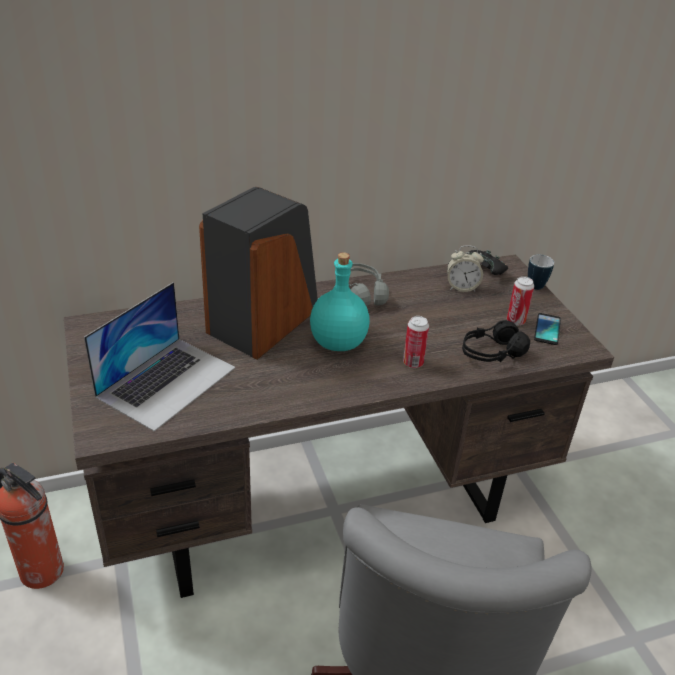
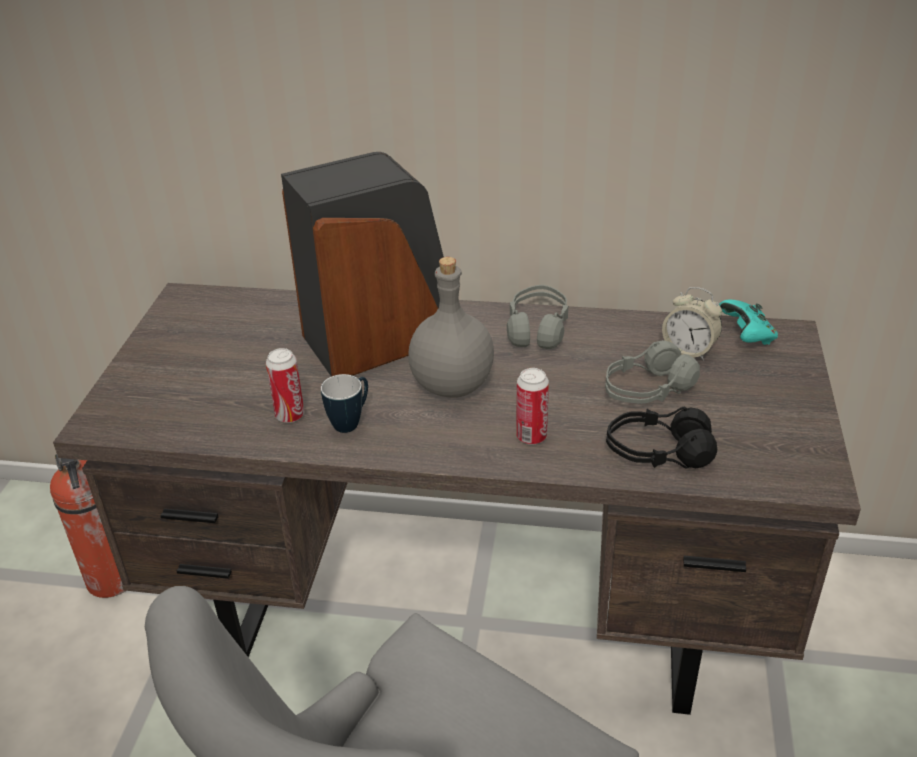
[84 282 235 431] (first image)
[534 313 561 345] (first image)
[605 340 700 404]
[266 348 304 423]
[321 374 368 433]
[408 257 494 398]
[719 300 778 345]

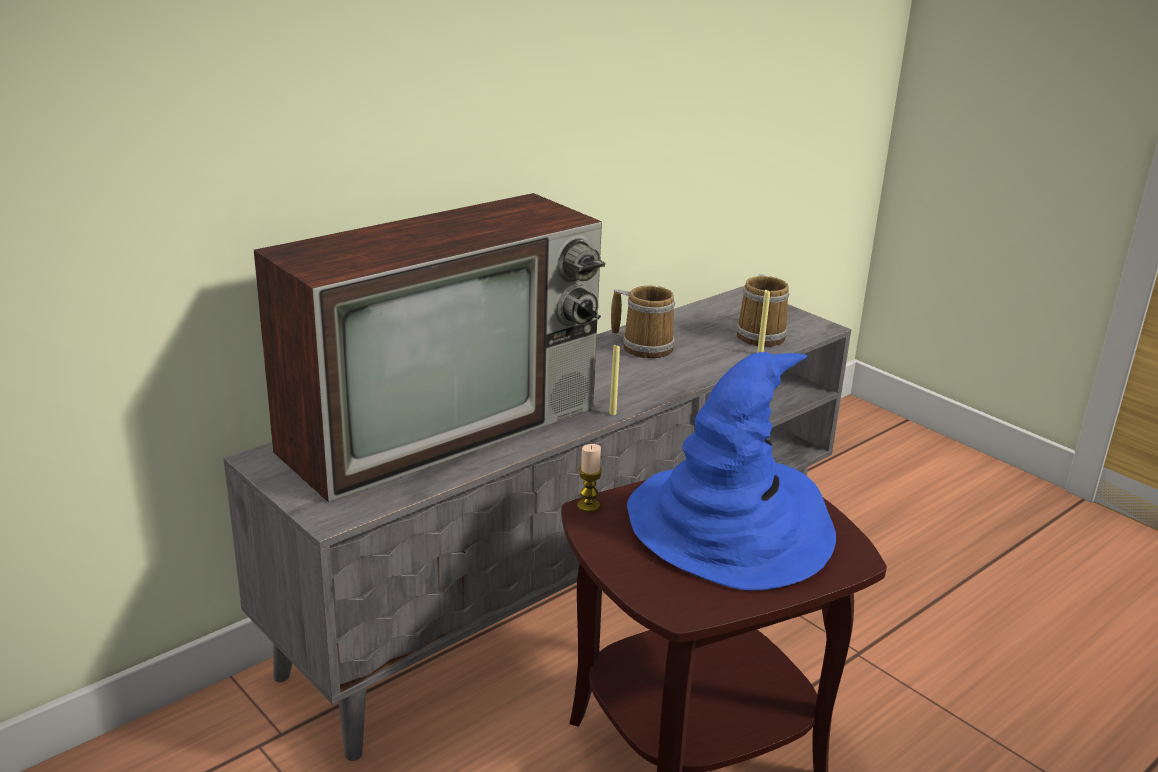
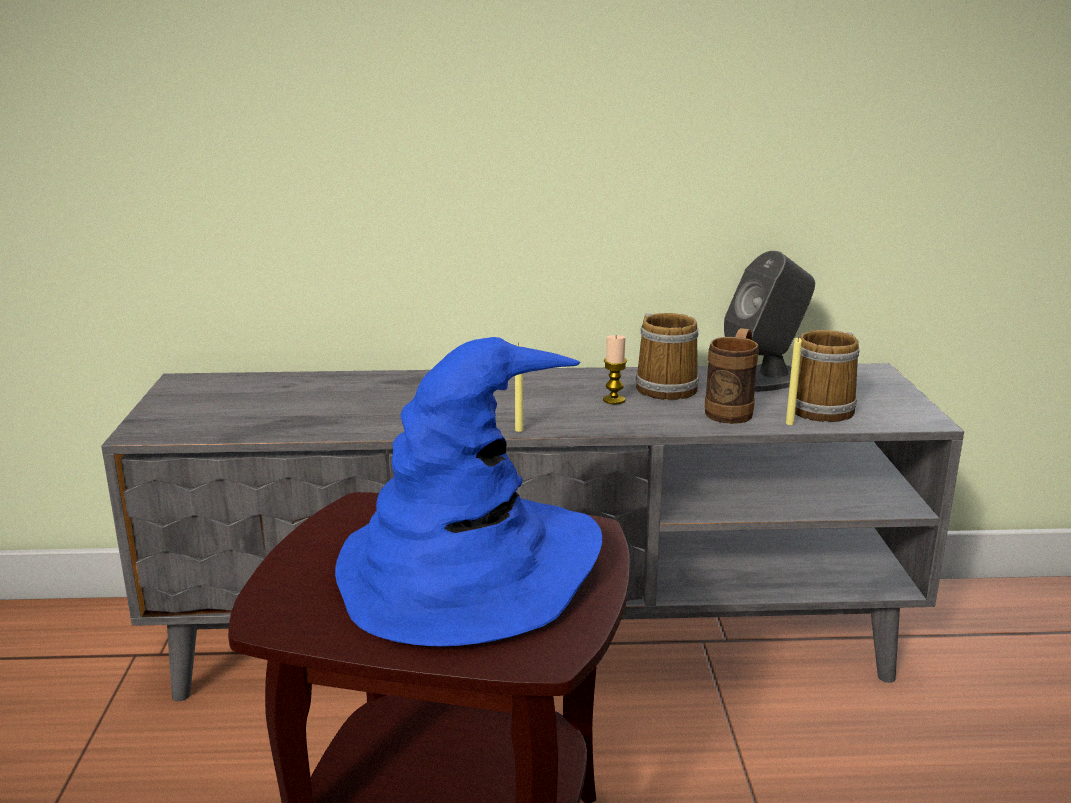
[254 193 605 503] (first image)
[705 328 759 424]
[724 251 815 392]
[603 335 627 404]

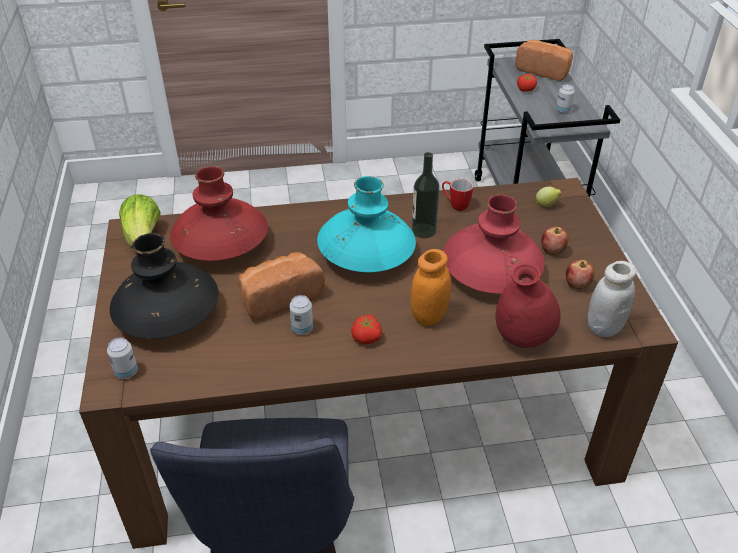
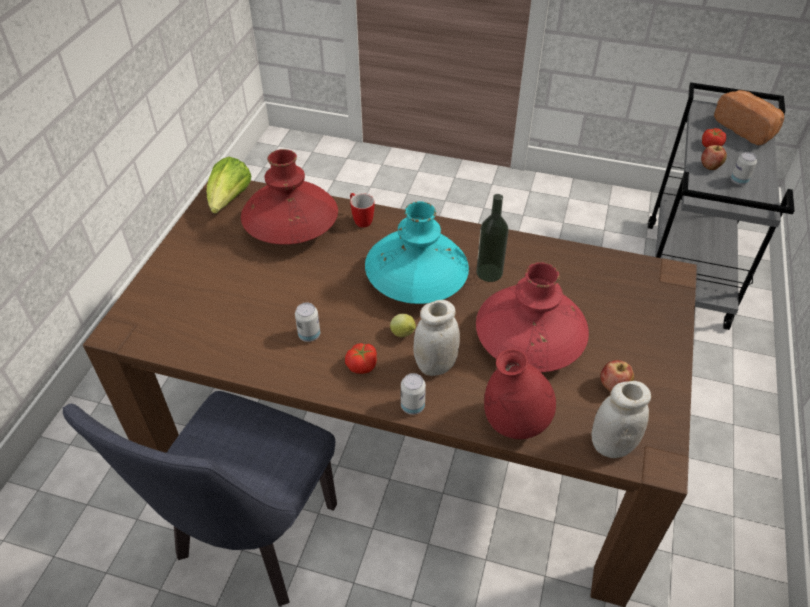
[110 233 218 339] (first image)
[238 252 325 320] (first image)
[401 373 426 415]
[350 193 375 228]
[390 314 416 337]
[701 145 727 170]
[414 300 460 376]

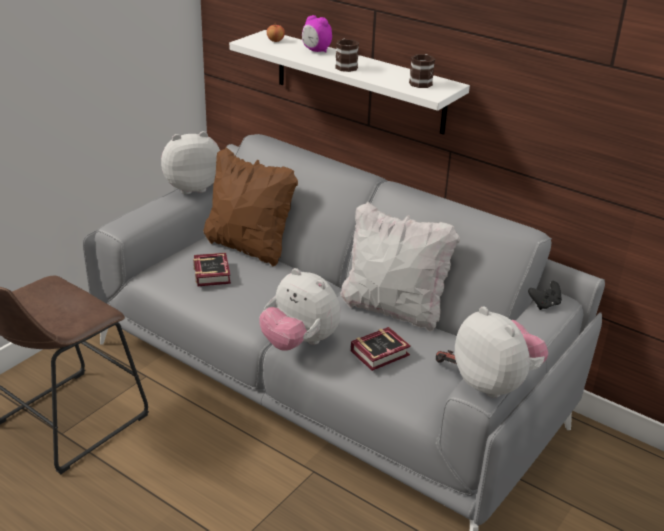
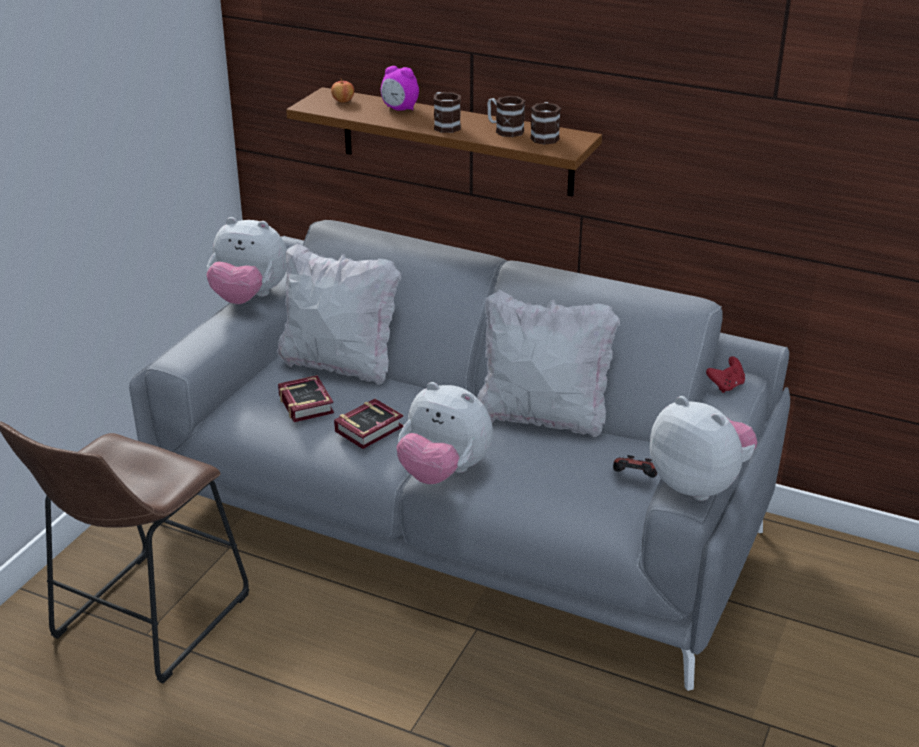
[487 96 525 137]
[334 399 404 449]
[277 242 401 385]
[286 87 602 197]
[706 356 745 393]
[206 217 287 304]

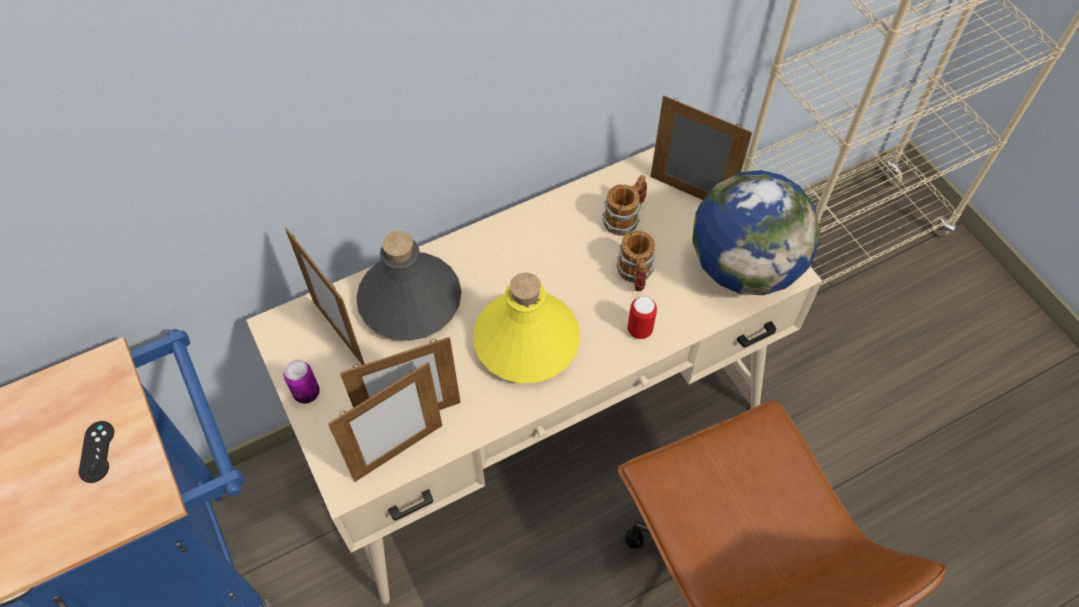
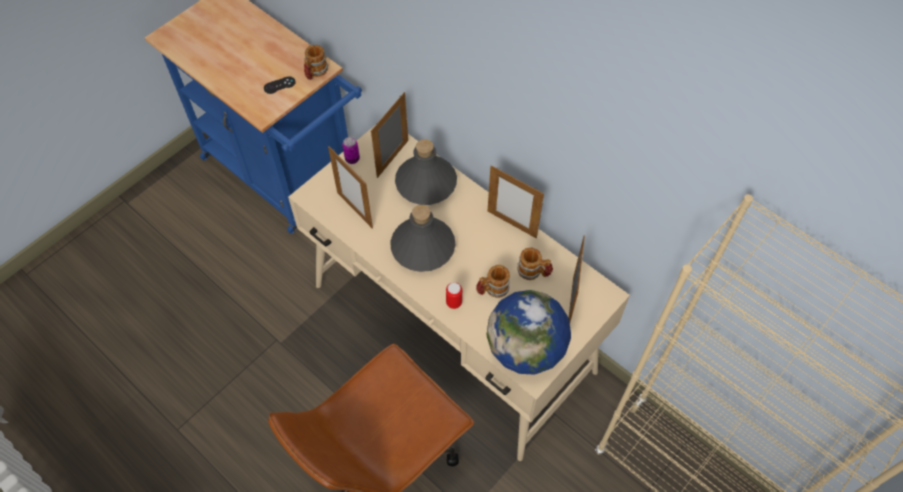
[304 45 328 80]
[488 165 544 238]
[390 205 455 272]

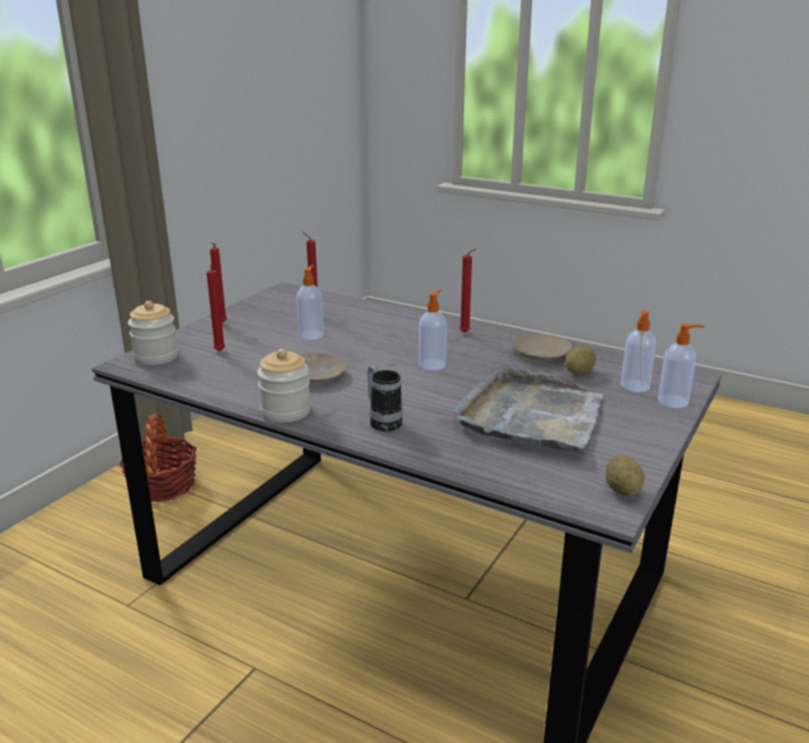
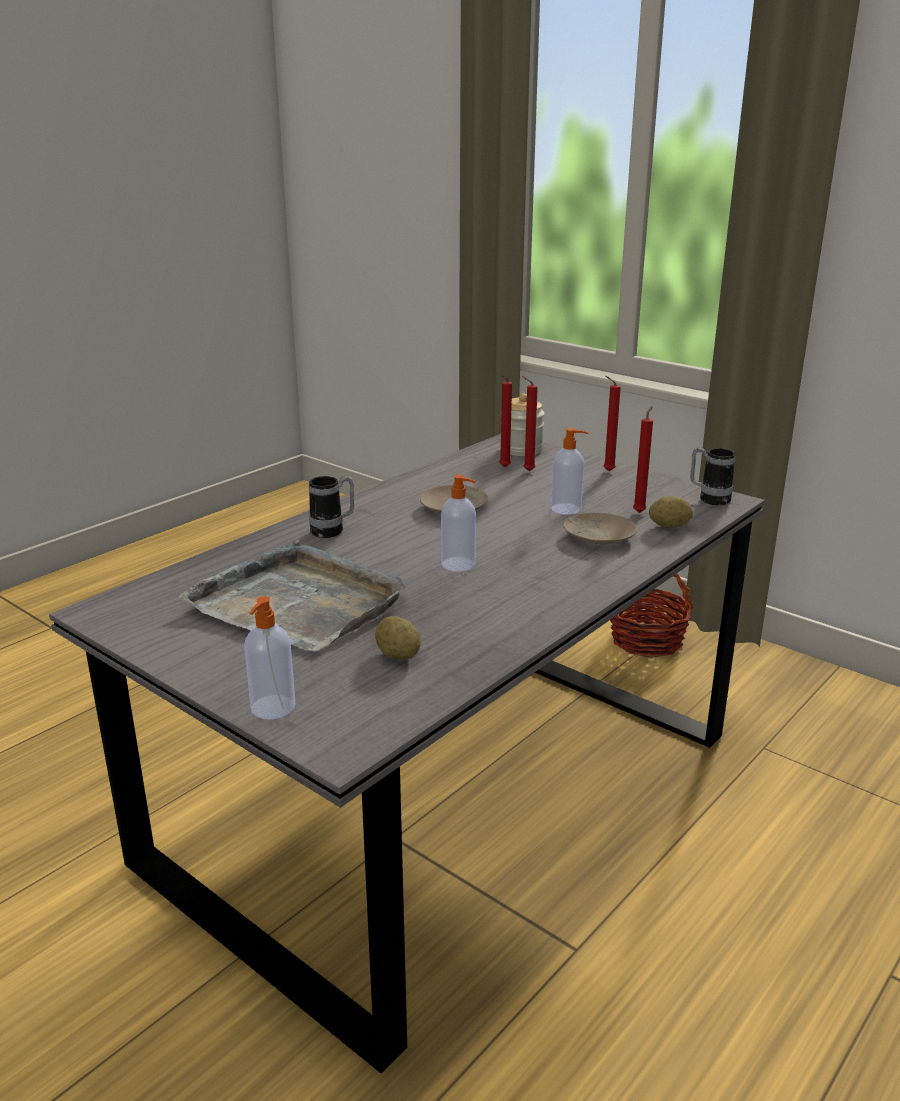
[257 349 311 423] (first image)
[620 310 656 392] (first image)
[690 447 735 505]
[499 375 512 467]
[563 513 637 544]
[649 496 693 528]

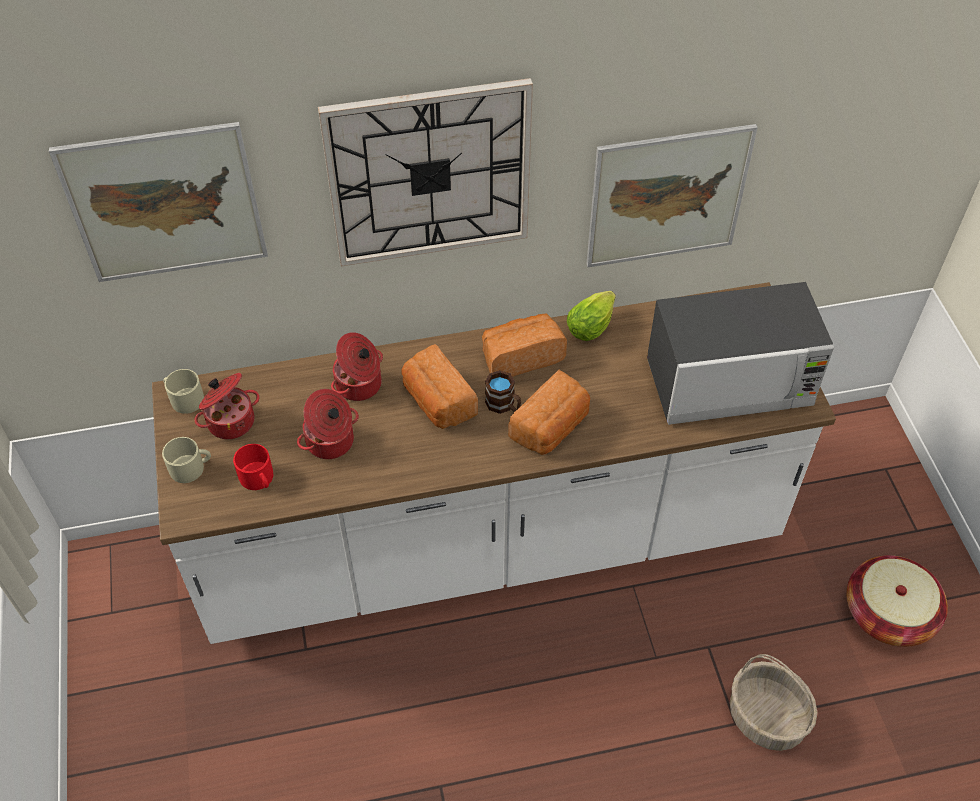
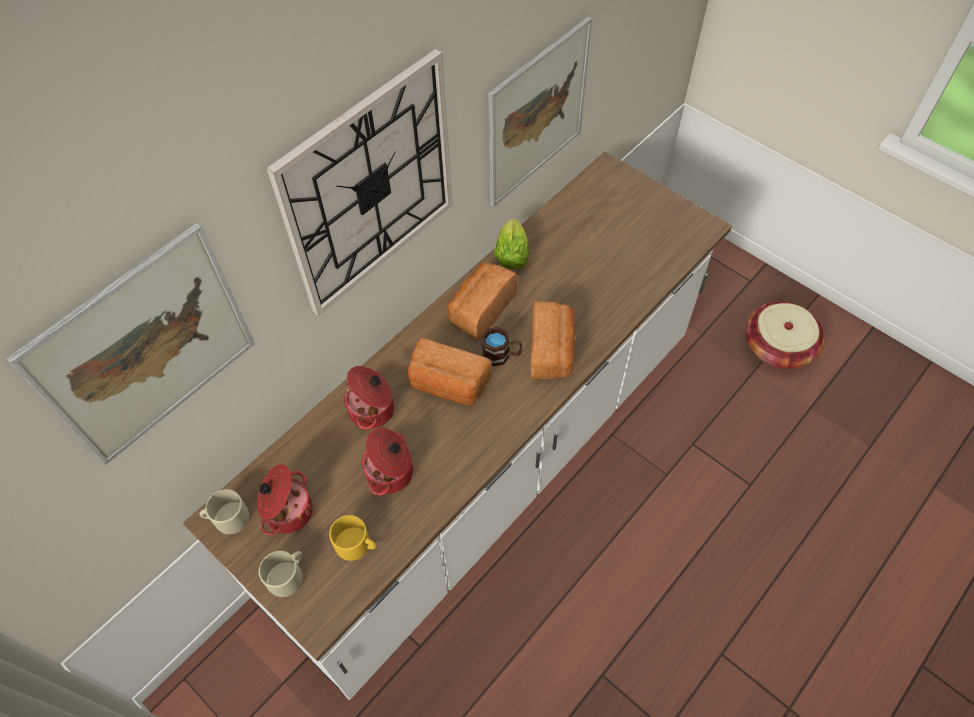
[647 282 834 425] (first image)
[730 654 818 751] (first image)
[329 515 377 561]

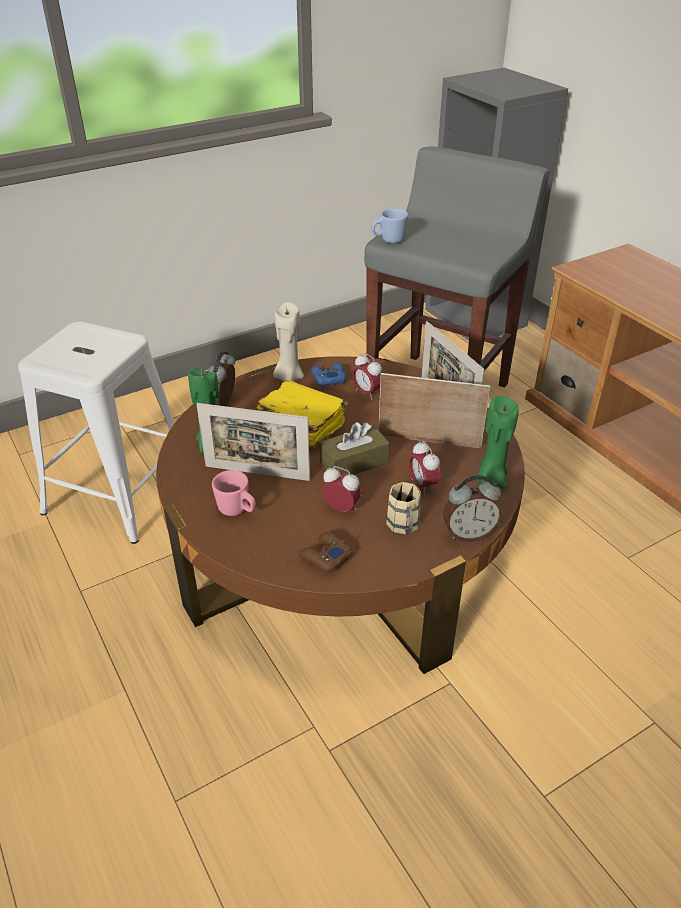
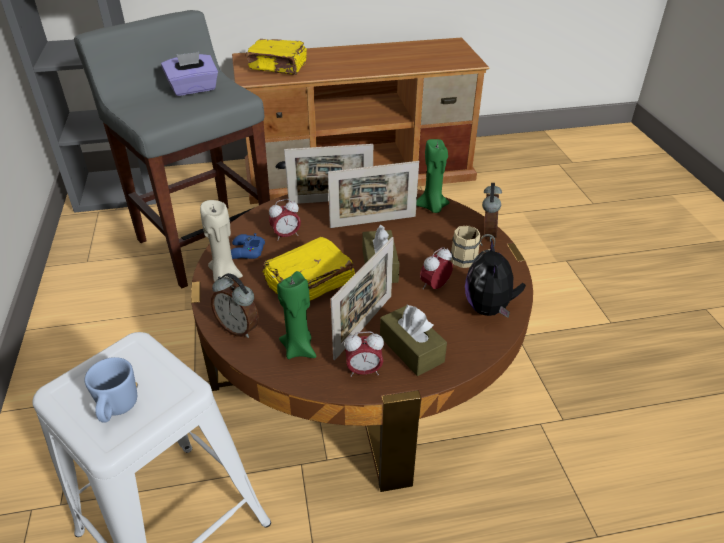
[161 52 218 96]
[246 39 307 75]
[84 357 137 423]
[344 331 384 377]
[380 305 447 376]
[465 239 526 318]
[328 161 419 228]

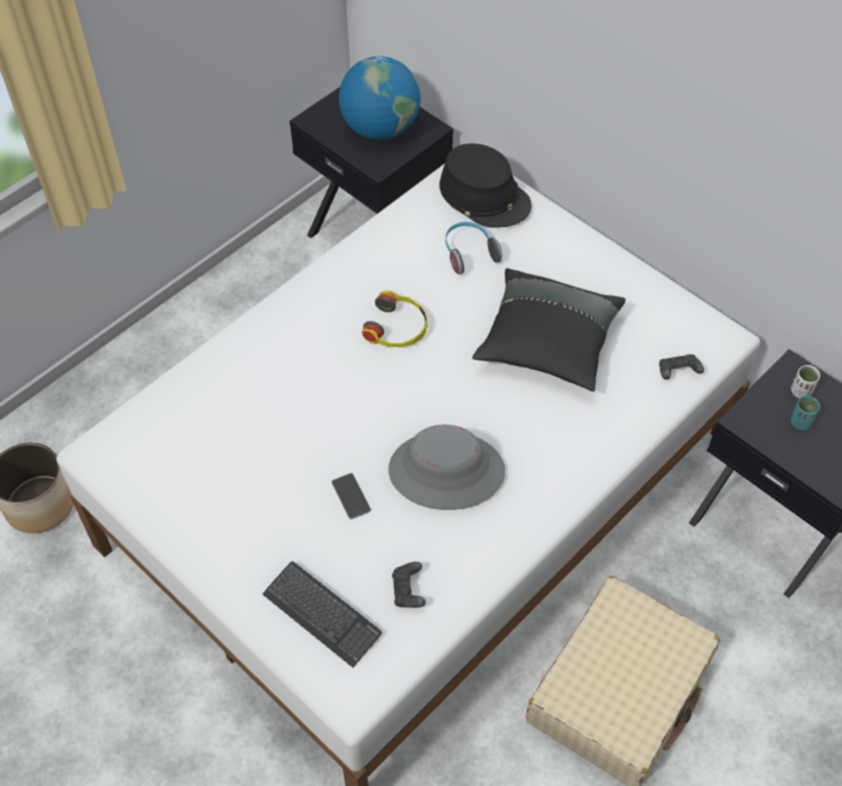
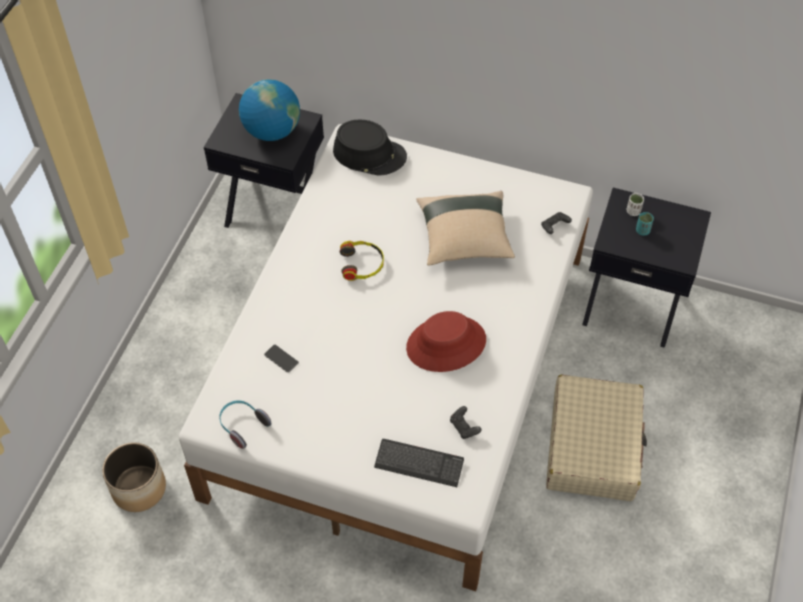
[264 344 299 373]
[219 400 271 449]
[406 311 486 372]
[416 191 515 266]

